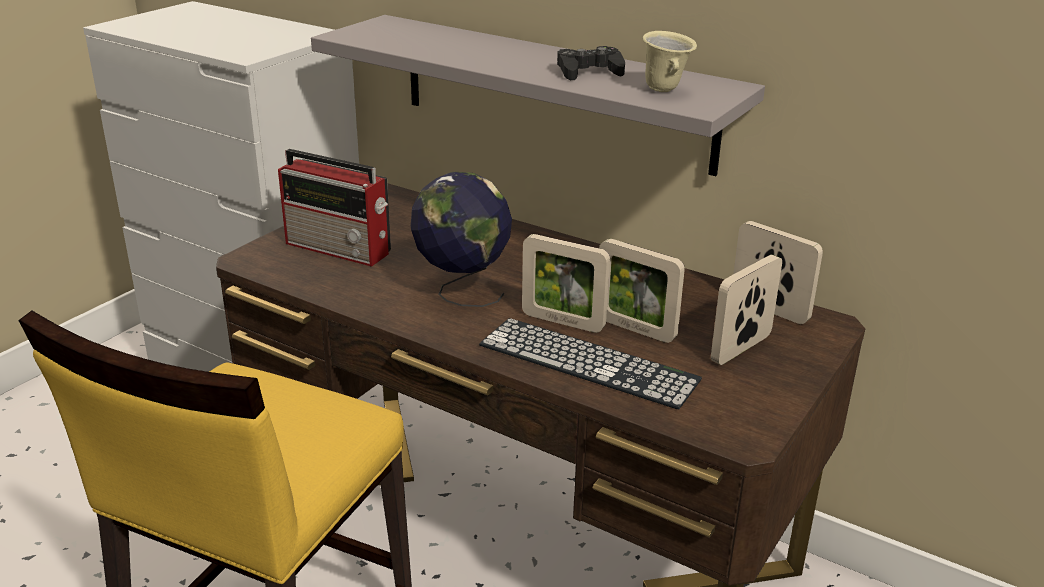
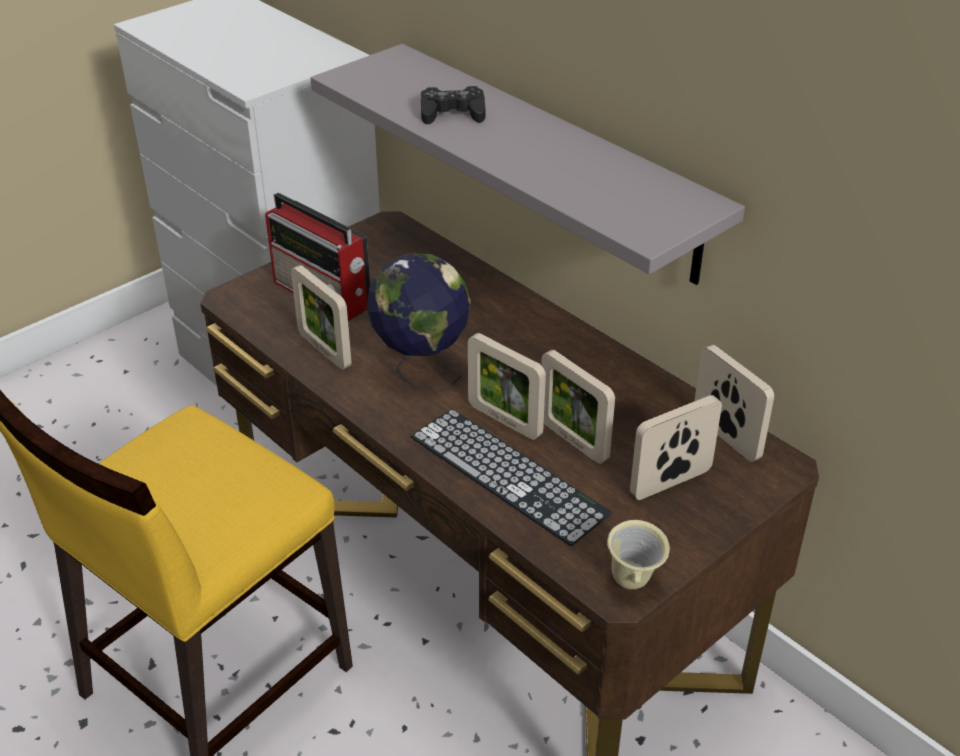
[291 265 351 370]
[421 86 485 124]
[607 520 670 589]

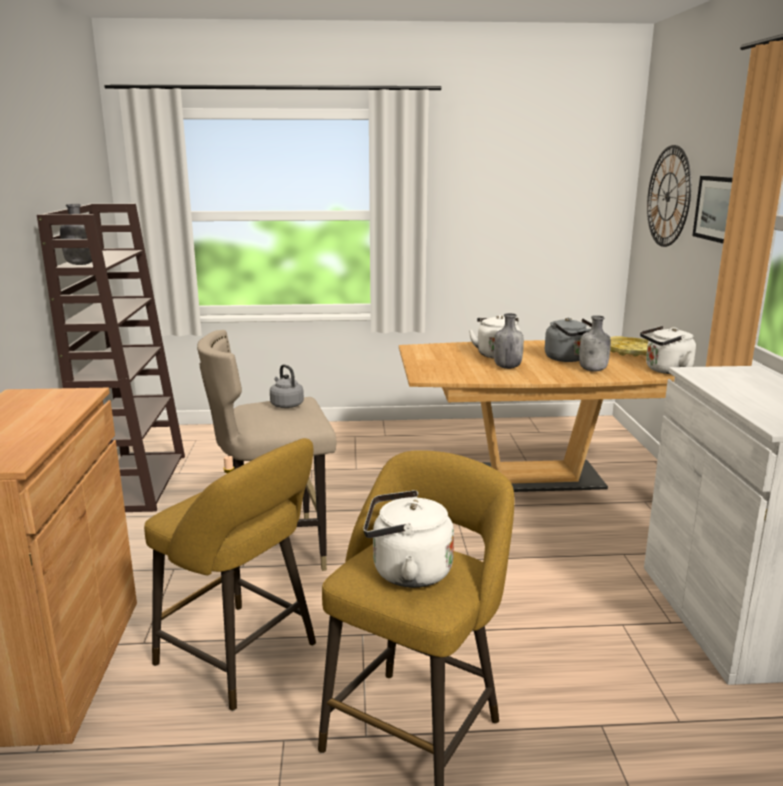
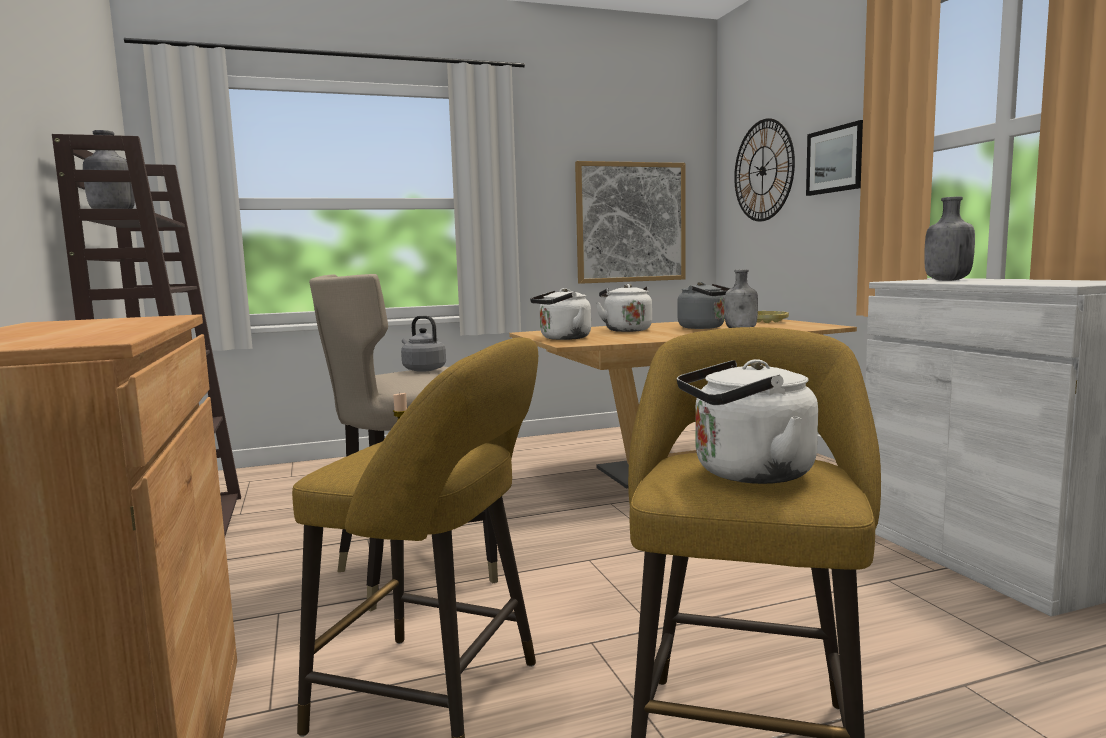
[575 161 686 284]
[924 196 975 281]
[530 288 591 340]

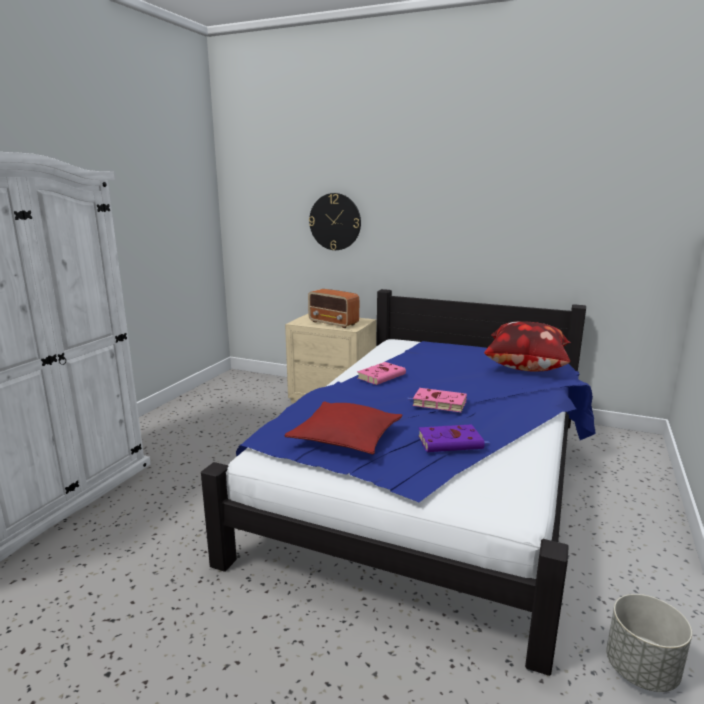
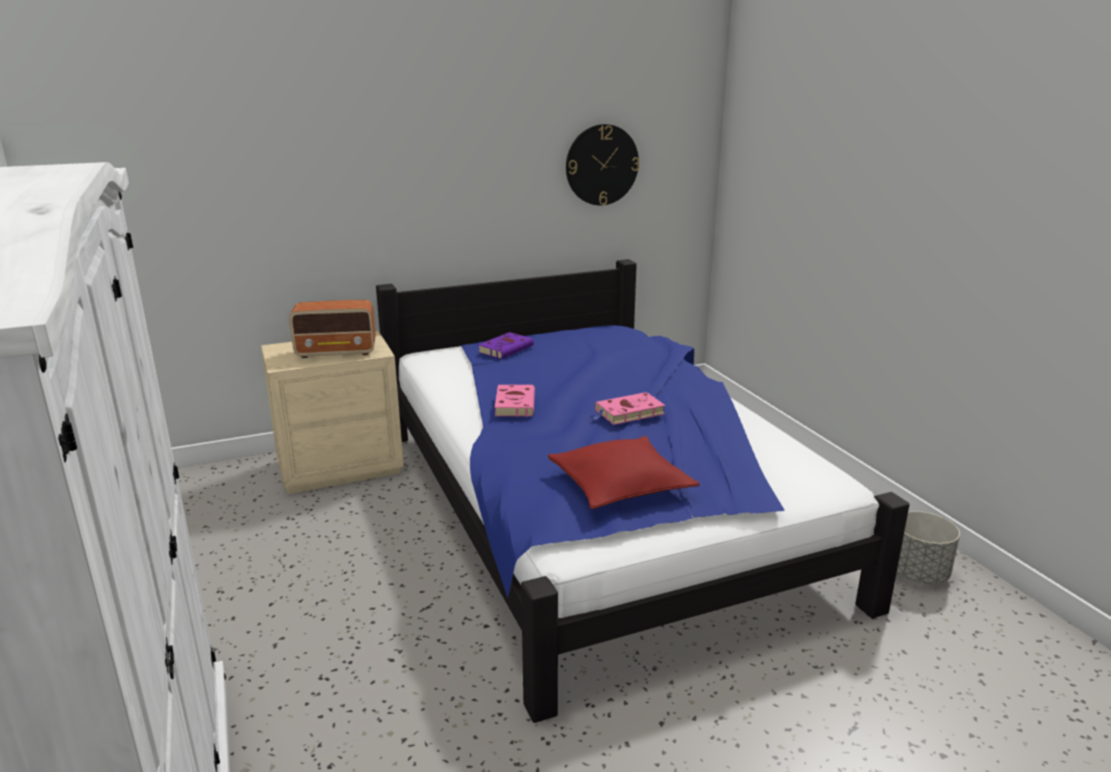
[484 321 571 372] (first image)
[566 124 639 206]
[478 332 534 359]

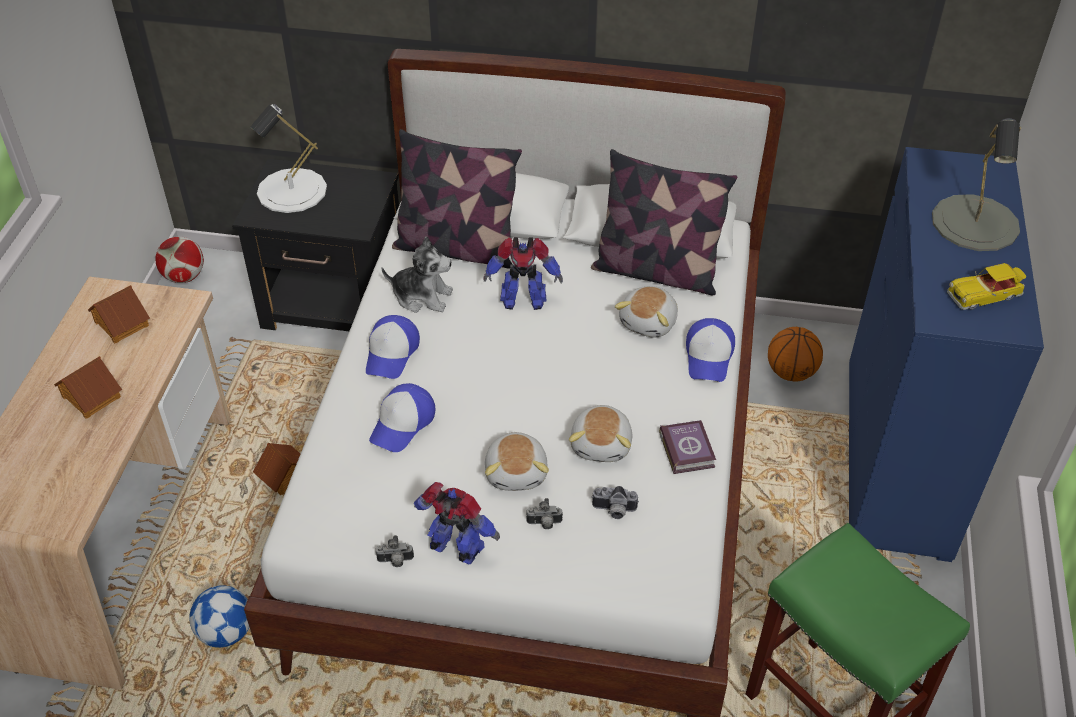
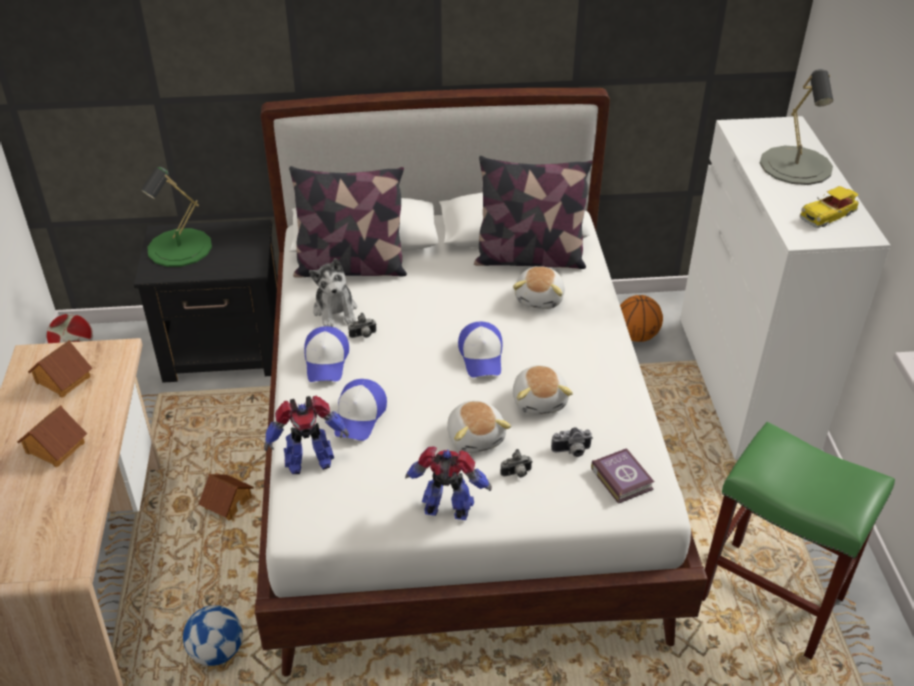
[348 313 377 338]
[264 395 349 474]
[591 448 654 504]
[458 322 502 377]
[141 167 212 267]
[680 116 890 460]
[309 258 357 327]

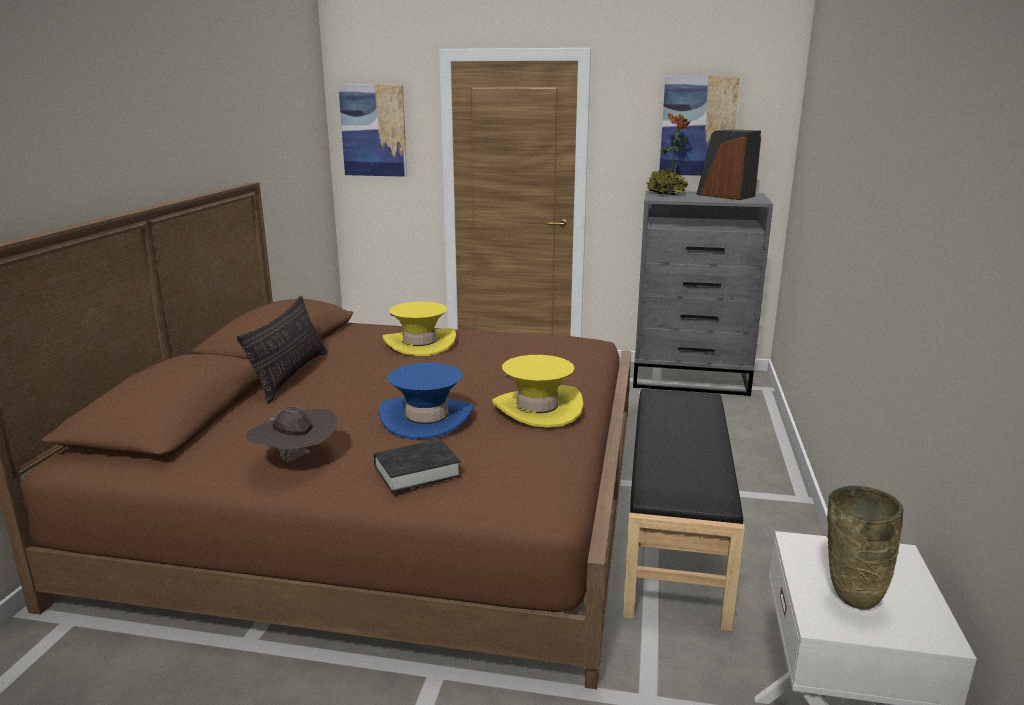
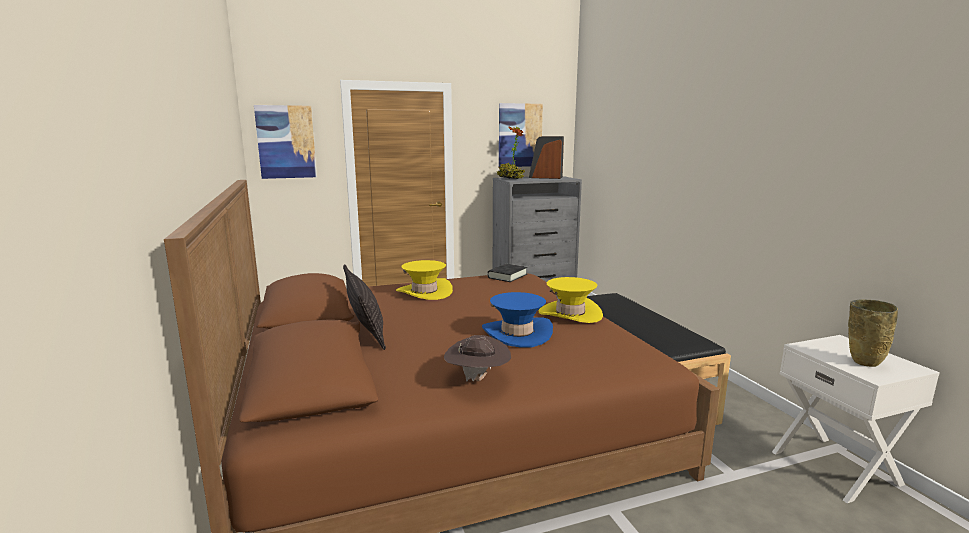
[487 264 527 282]

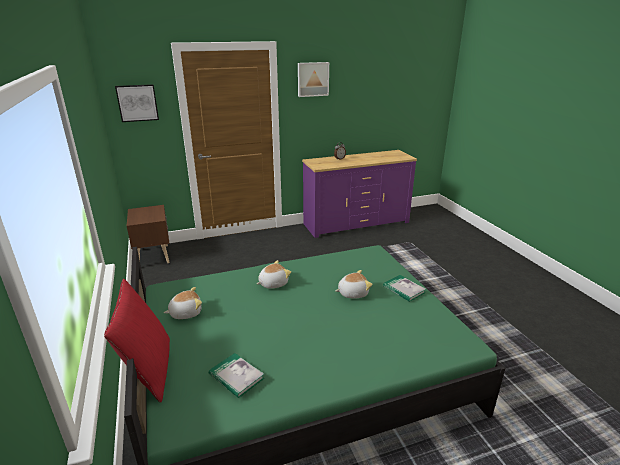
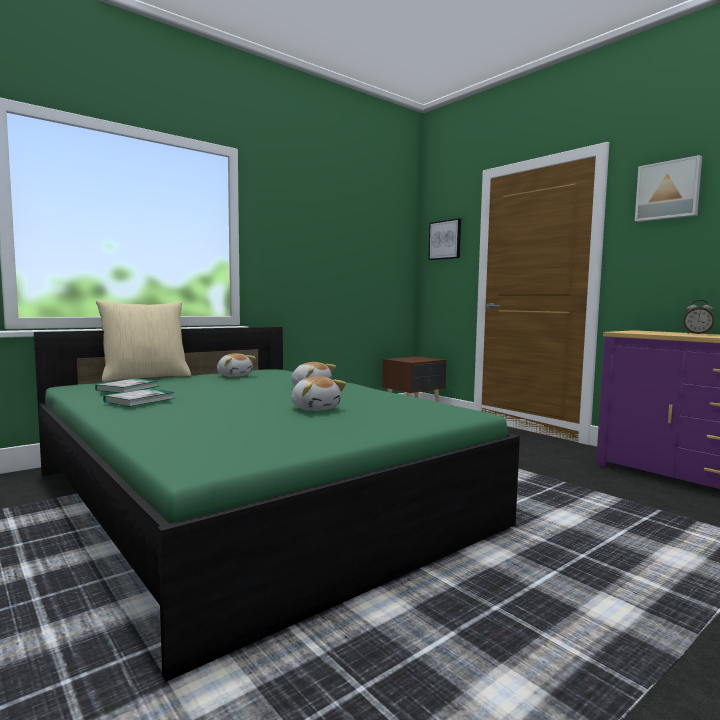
[103 388 175 407]
[96 300 191 382]

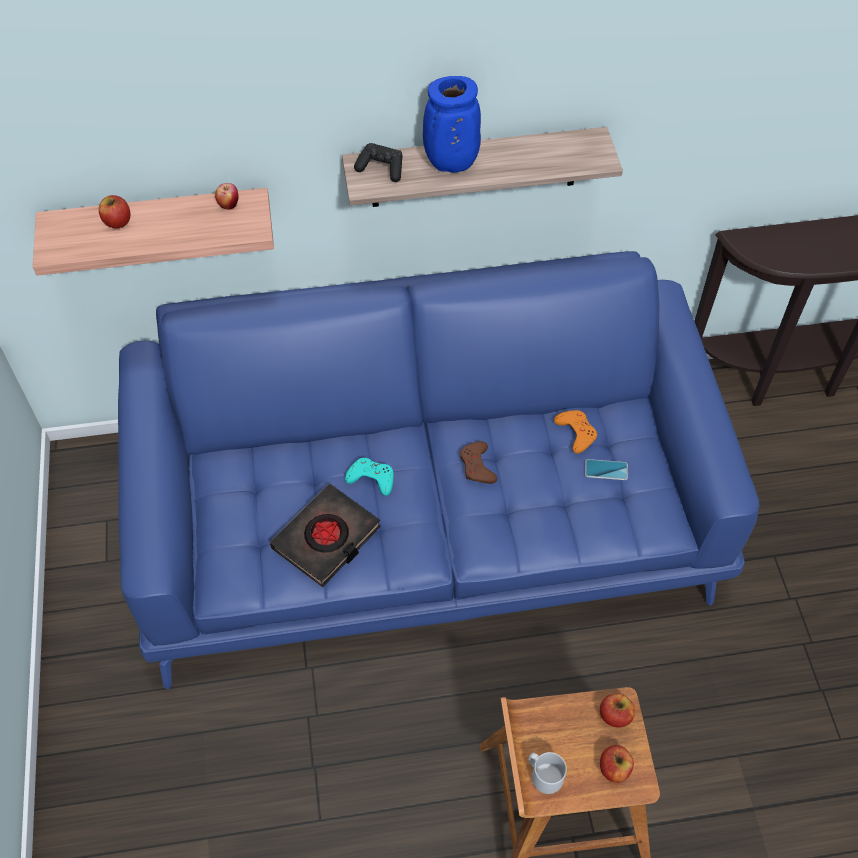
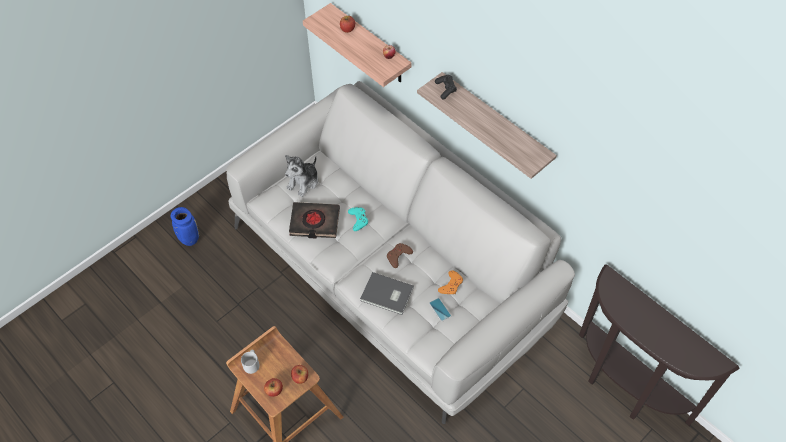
[285 155 318 197]
[360 272 414 315]
[171 207 199 246]
[226 81 575 424]

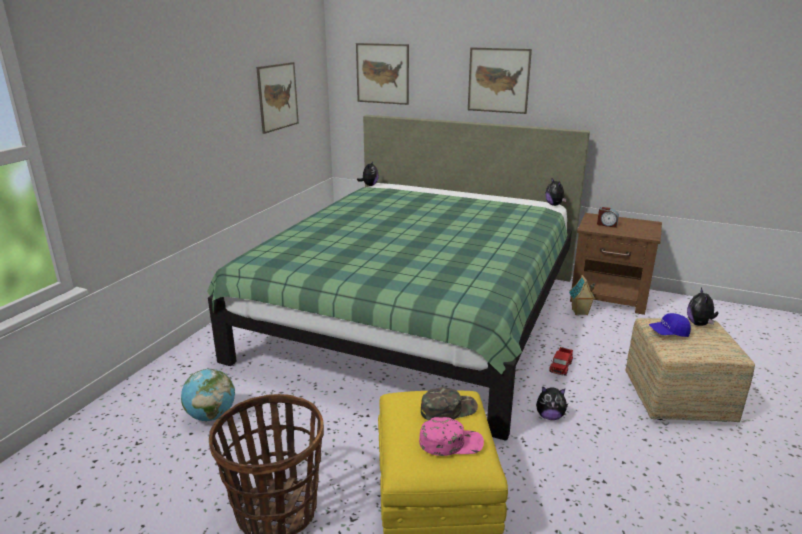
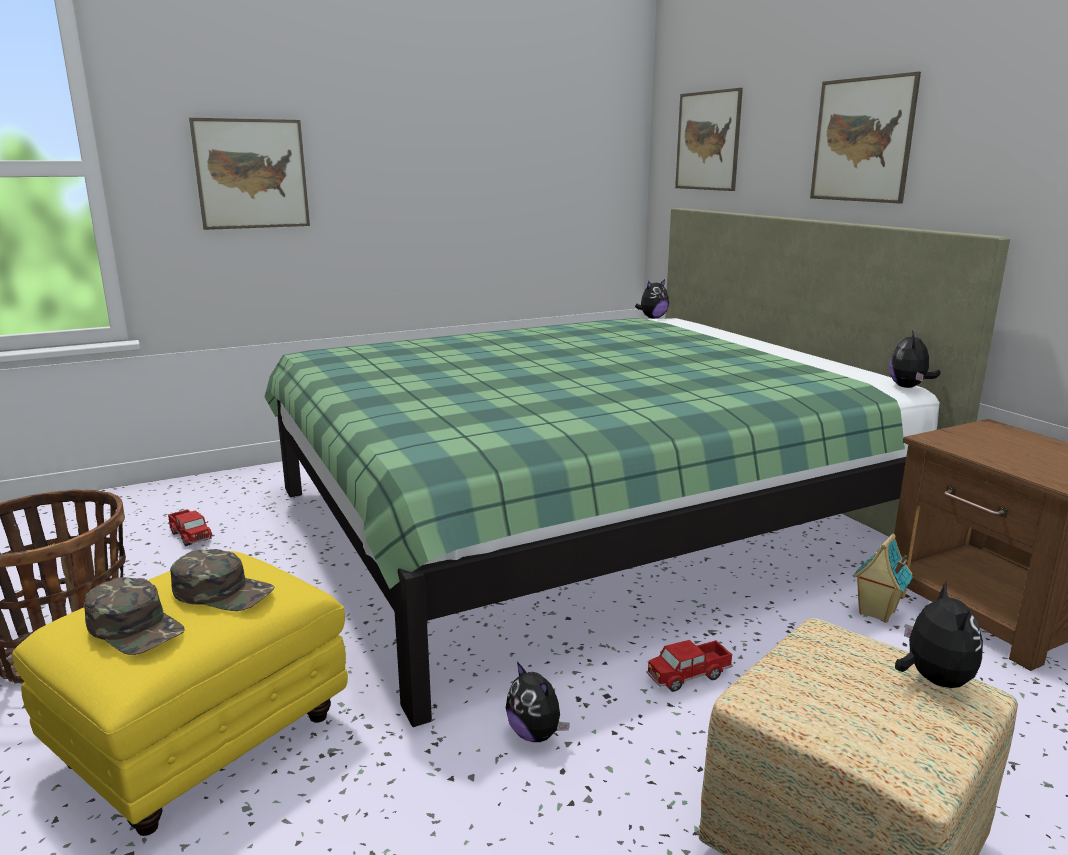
[597 207 619 228] (first image)
[649 313 691 337] (first image)
[189 118 310 230]
[168 509 212 546]
[84 577 185 655]
[895 582 983 688]

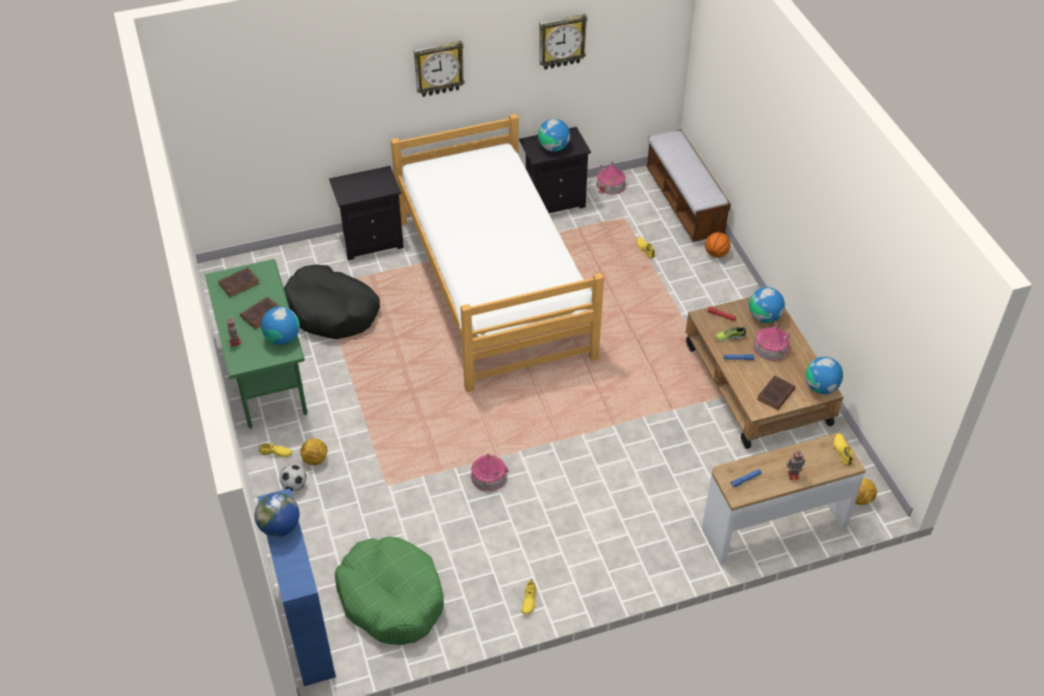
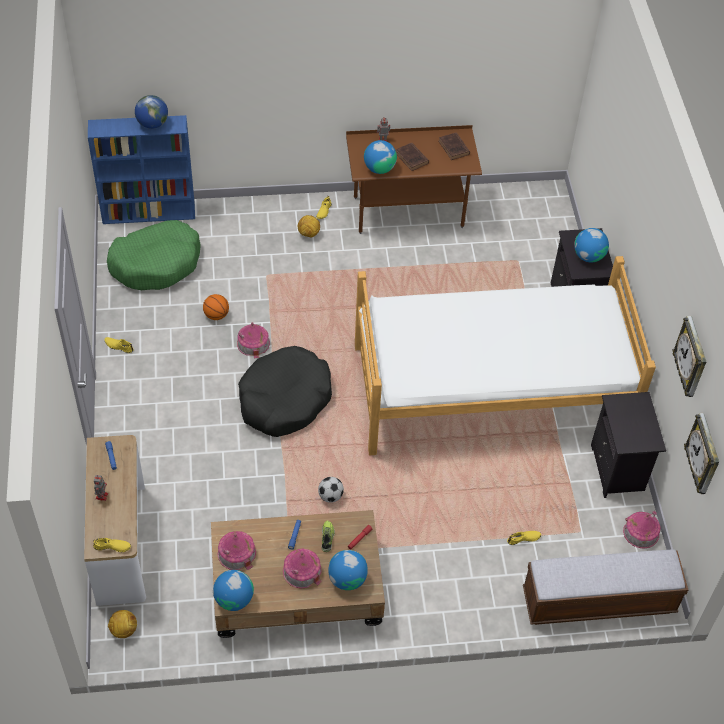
[318 477 344 503]
[238 346 332 437]
[684 413 719 494]
[574 228 609 263]
[203 294 229 320]
[217 531 256 570]
[346 125 482 234]

